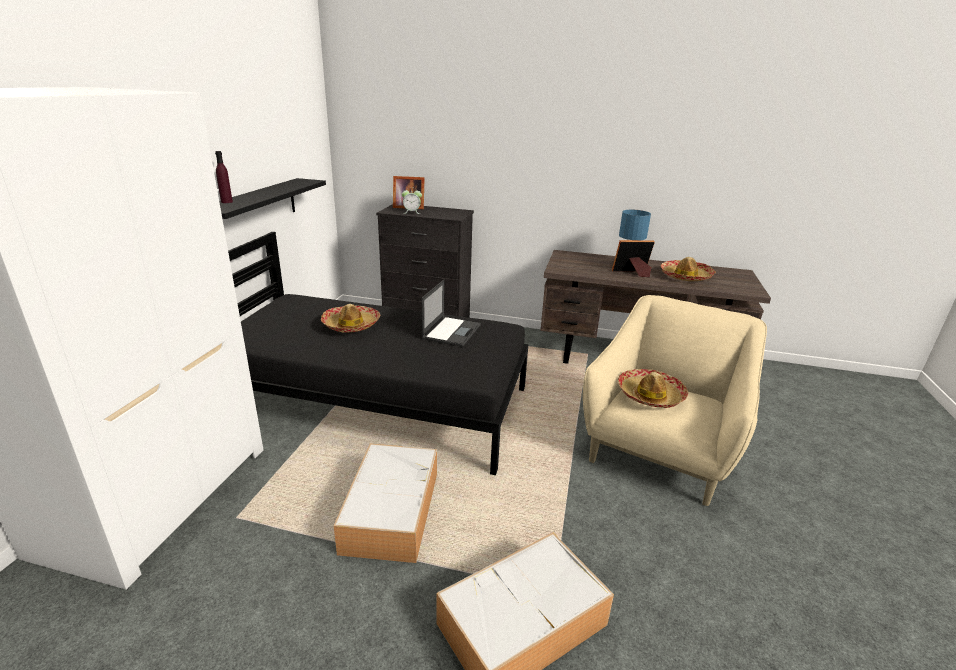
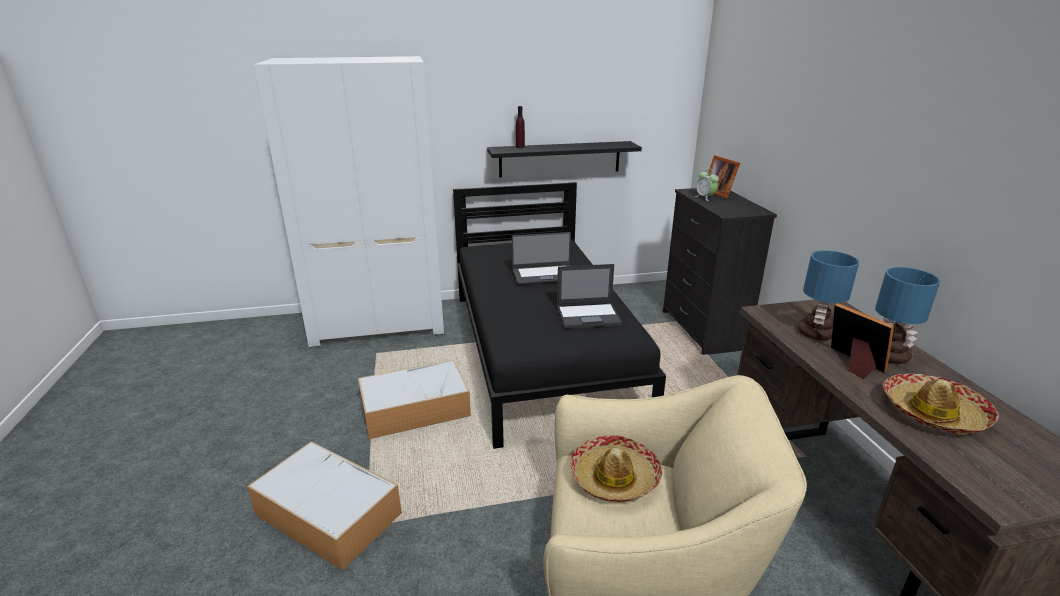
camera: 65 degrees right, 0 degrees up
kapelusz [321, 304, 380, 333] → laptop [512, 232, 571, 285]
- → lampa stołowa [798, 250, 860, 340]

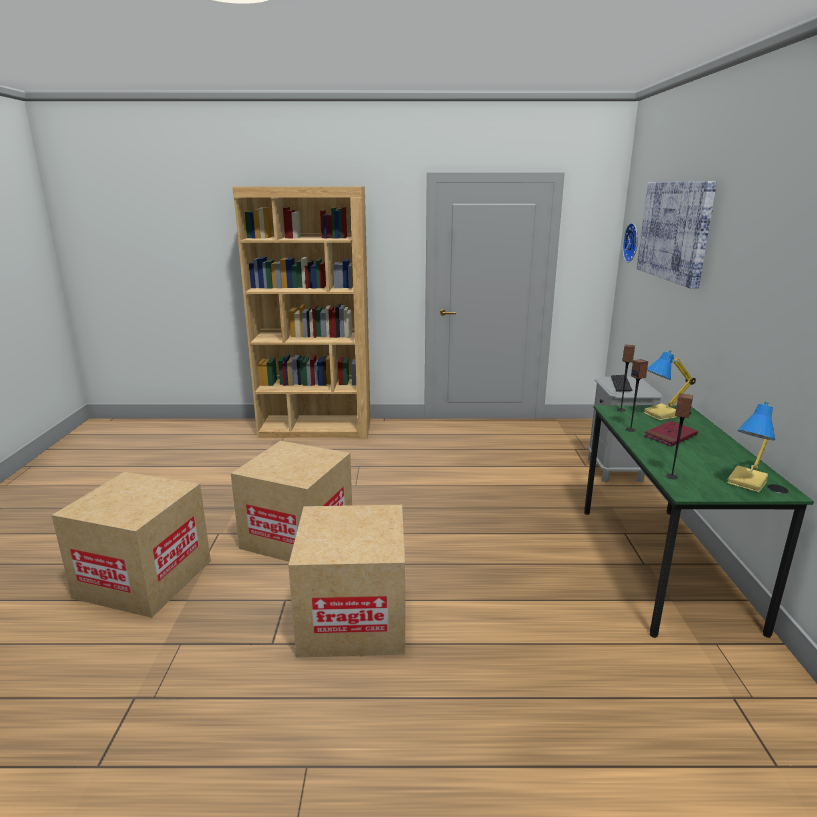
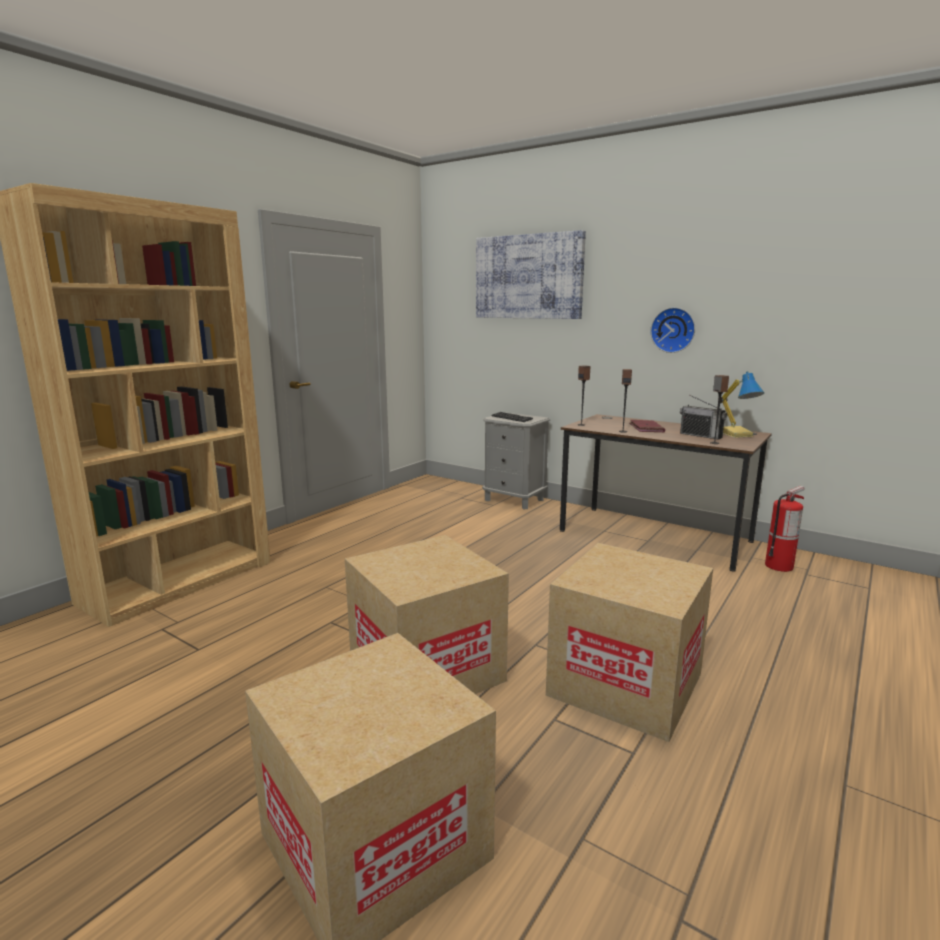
camera: 55 degrees left, 5 degrees down
biurko [zielony] [584, 405, 814, 638] → biurko [brązowy] [560, 414, 772, 572]
zegar ścienny [623, 223, 638, 263] → zegar ścienny [650, 307, 695, 353], moved
- → radio [680, 395, 727, 440]
- → gaśnica [765, 486, 805, 572]
lampa stołowa [643, 350, 696, 420] → -

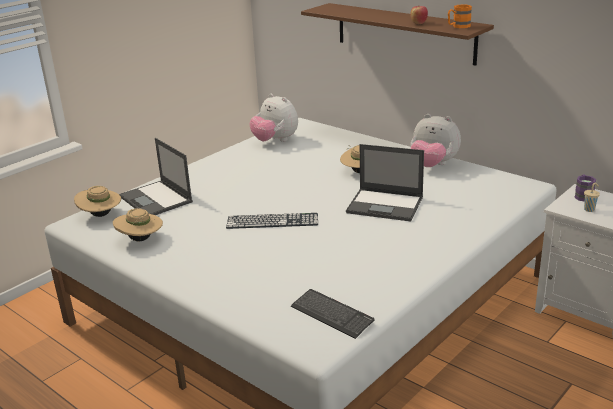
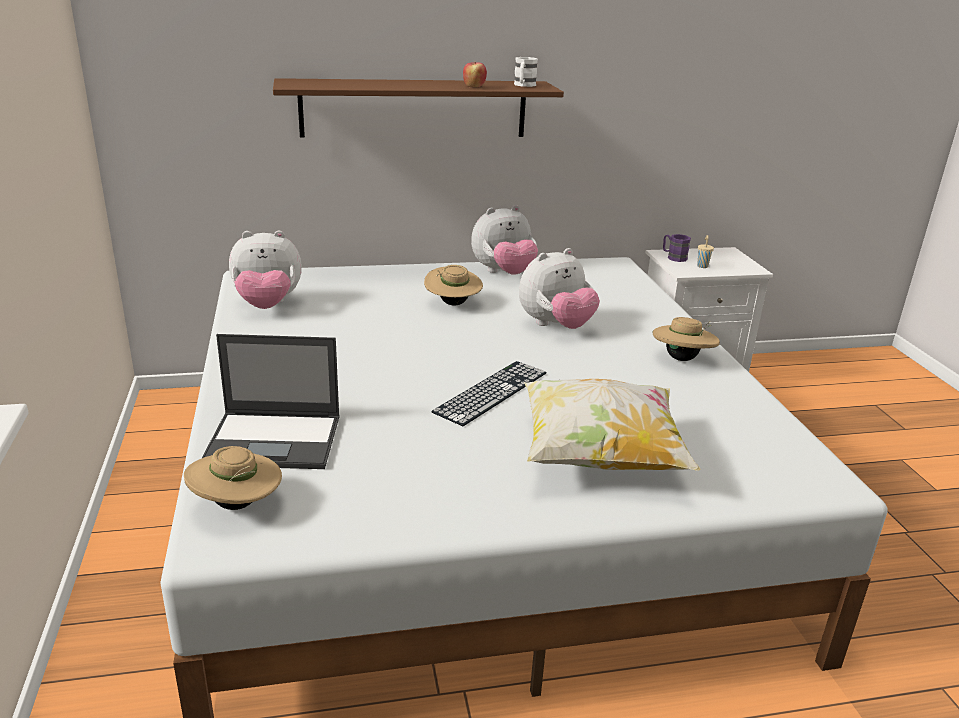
camera: 55 degrees left, 0 degrees up
kubek [pomarańczowy] [448, 4, 472, 28] → kubek [biały] [514, 57, 538, 87]
laptop [346, 144, 424, 221] → pluszak [519, 248, 600, 329]
- → poduszka [524, 379, 700, 471]
kapelusz [beżowy] [113, 208, 163, 241] → kapelusz [beżowy] [653, 317, 720, 361], moved
klawiatura [291, 289, 375, 339] → -

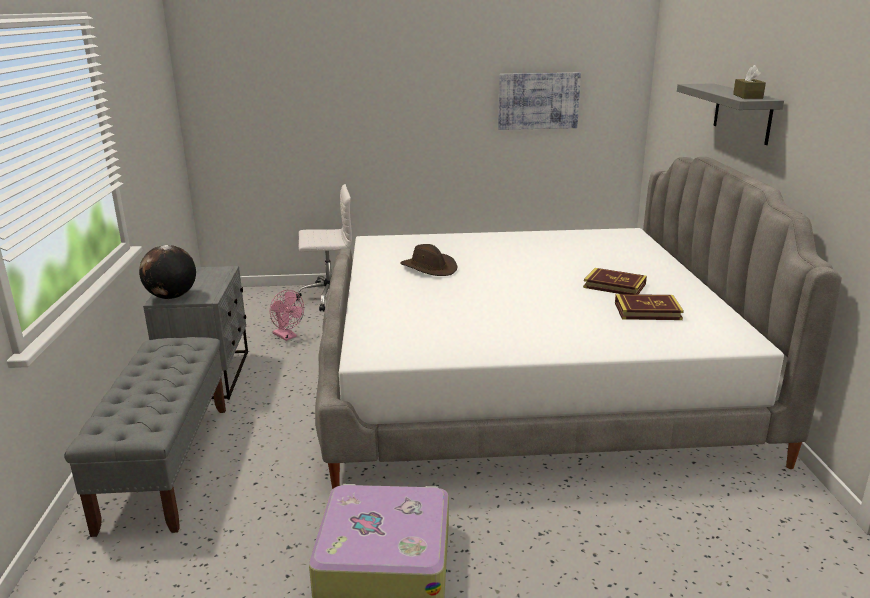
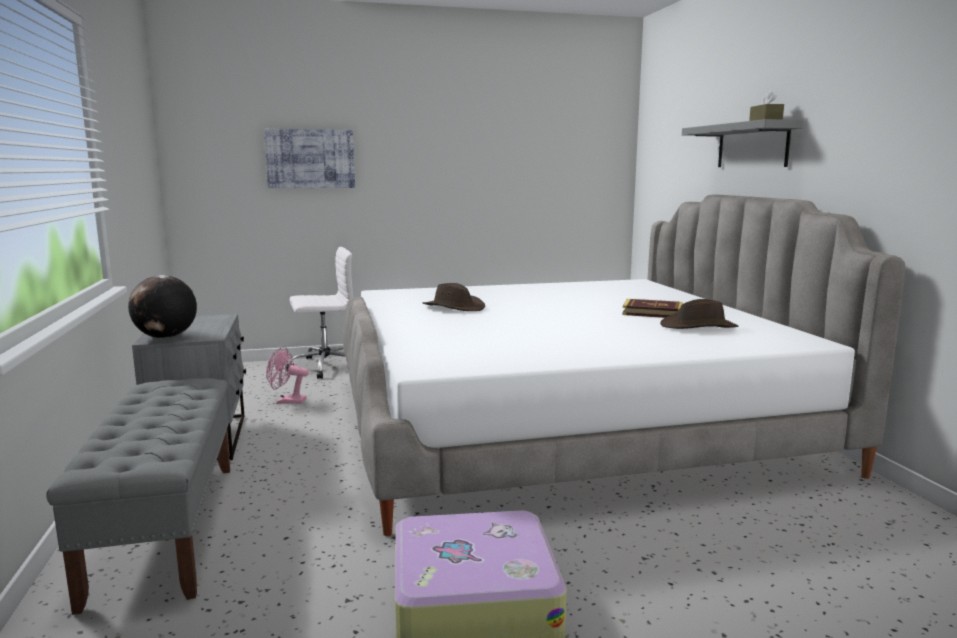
camera: 10 degrees left, 10 degrees down
obraz [498, 73, 581, 130] → obraz [264, 129, 355, 188], moved
wentylator [różowy] [270, 290, 304, 341] → wentylator [różowy] [266, 346, 309, 404], 150 degrees clockwise
książka [615, 294, 684, 320] → kapelusz [brązowy] [660, 299, 738, 329]

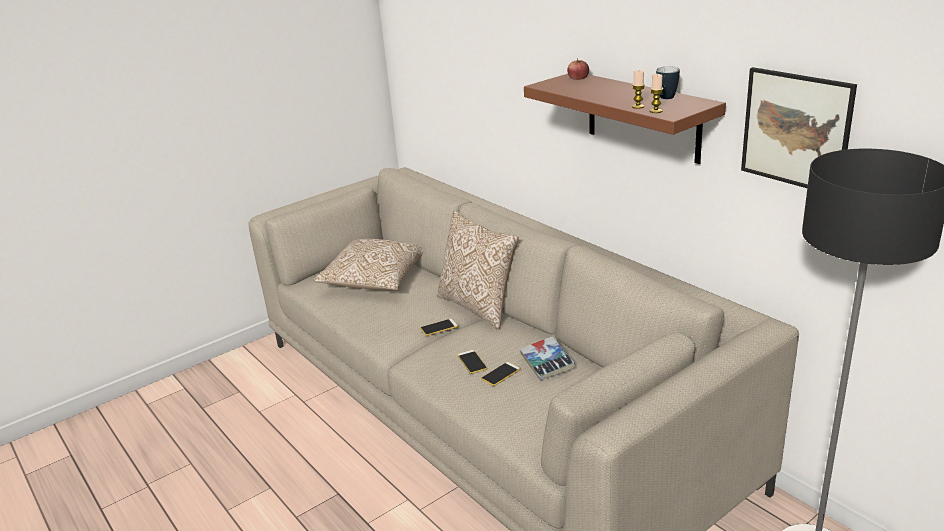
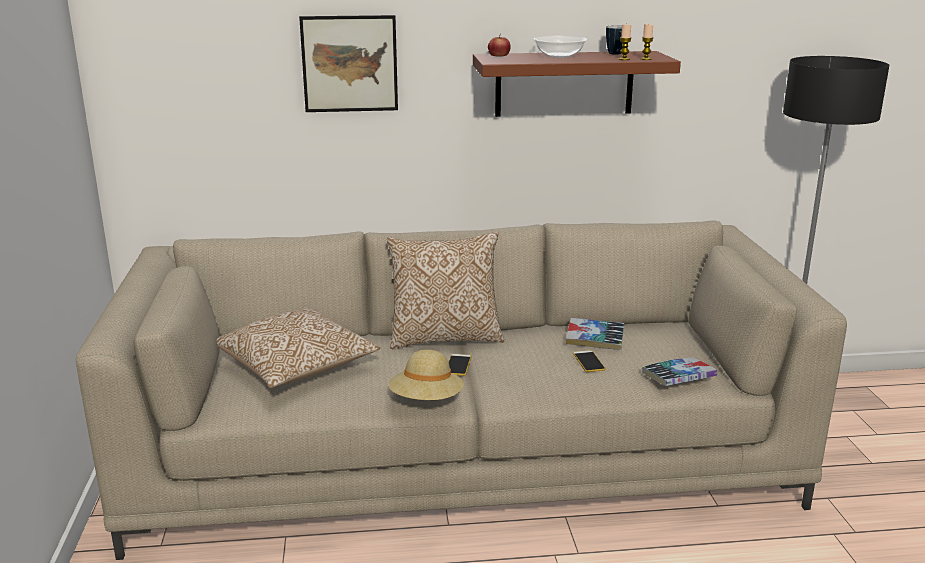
camera: 60 degrees left, 5 degrees down
obraz [741, 67, 857, 188] → obraz [299, 15, 398, 112], moved
- → kapelusz [beżowy] [389, 350, 464, 400]
- → miska [533, 35, 587, 58]
- → książka [642, 357, 717, 386]
telefon [457, 350, 487, 374] → -

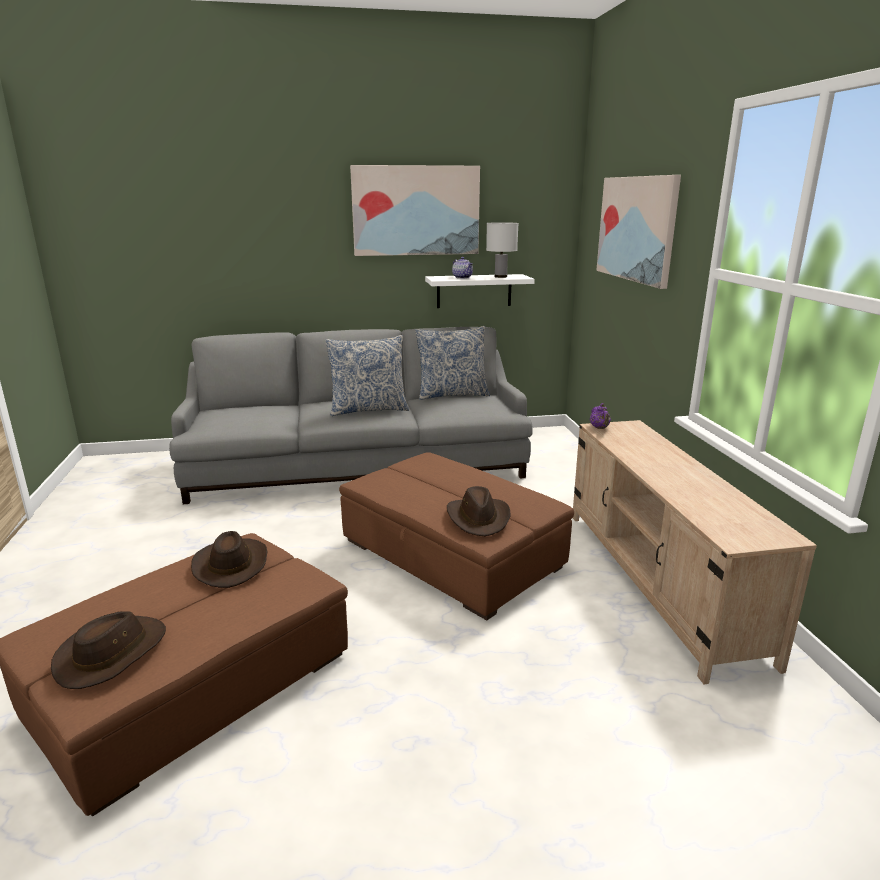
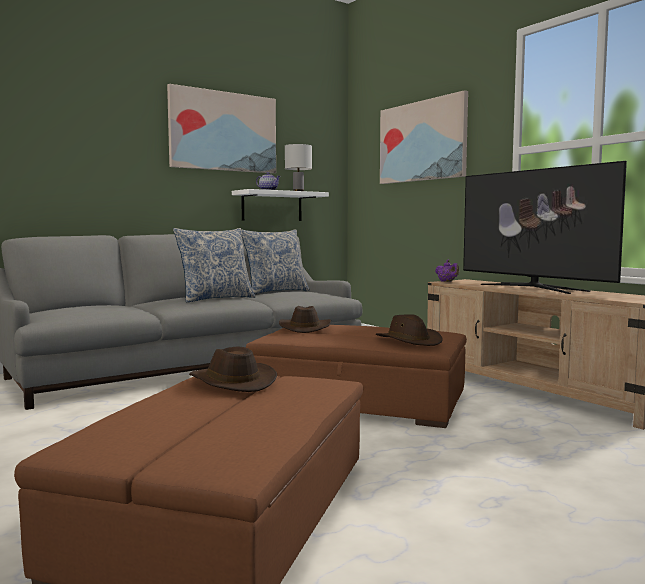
camera: 25 degrees left, 15 degrees down
kapelusz [brązowy] [51, 611, 166, 689] → kapelusz [brązowy] [279, 306, 331, 333], moved
- → telewizor [463, 161, 627, 294]

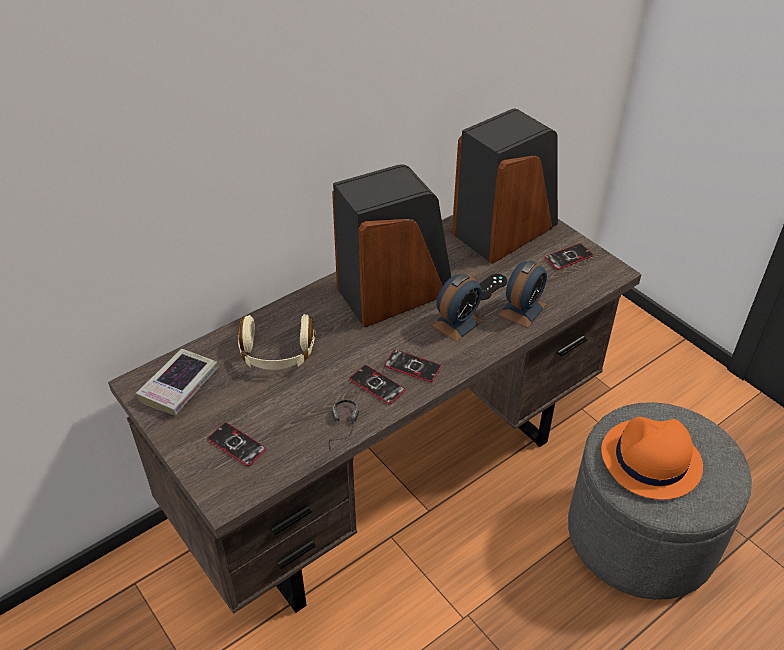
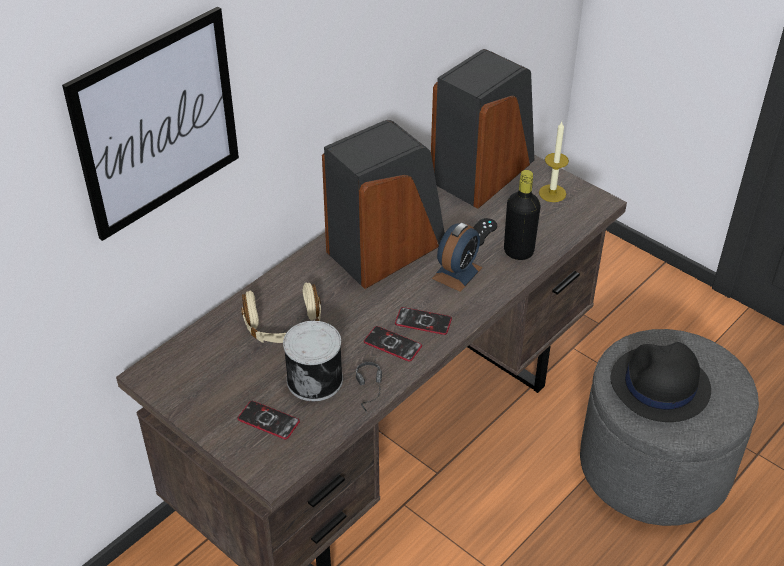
camera: 10 degrees left, 0 degrees up
- → obraz [62, 6, 239, 241]
- → puszka [283, 321, 343, 401]
budzik [499, 260, 547, 328] → butelka [czarny] [504, 170, 541, 260]
telefon [544, 243, 593, 270] → świeca [539, 122, 569, 202]
kapelusz [pomarańczowy] [601, 417, 703, 500] → kapelusz [czarny] [611, 342, 711, 422]
książka [136, 349, 219, 415] → -

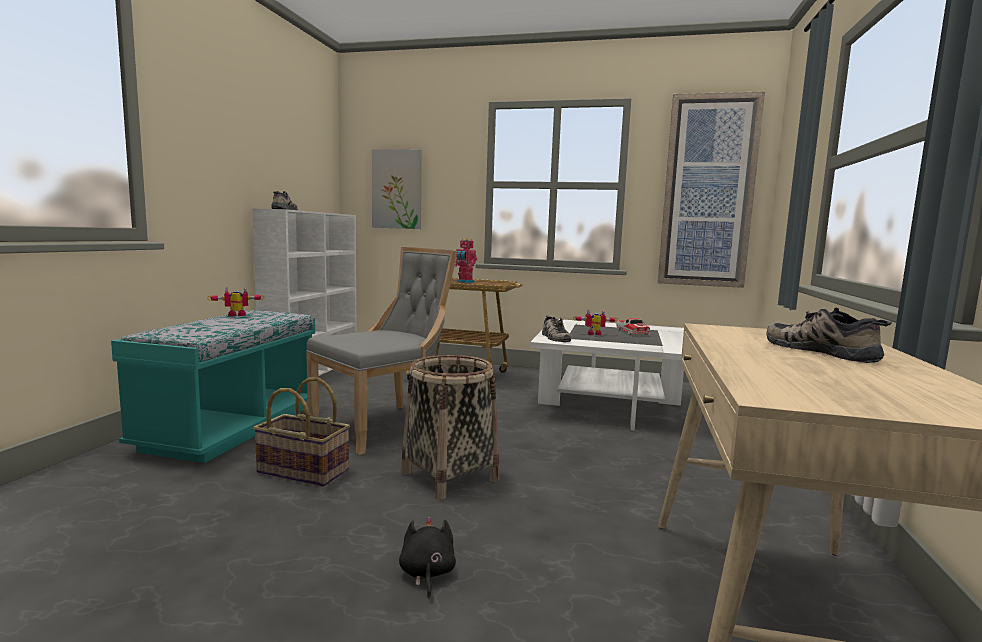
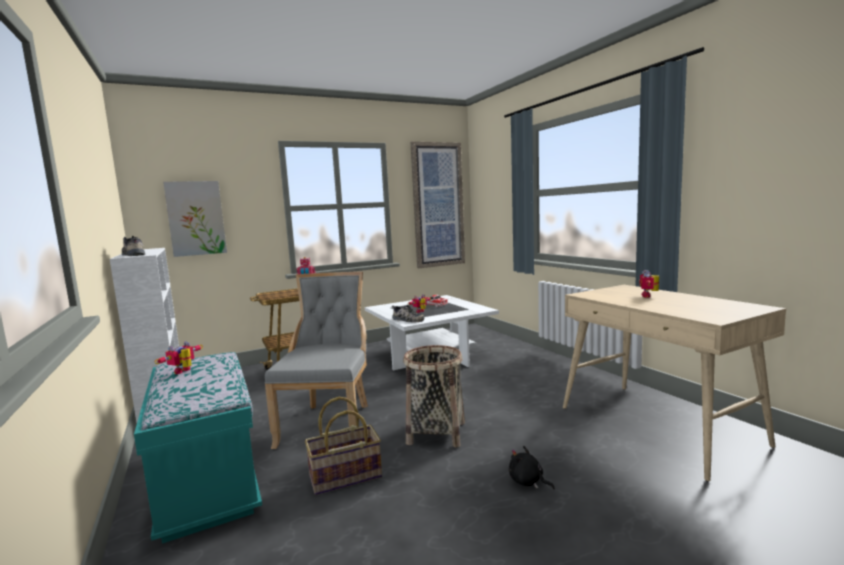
camera: 40 degrees left, 0 degrees up
but [766, 308, 892, 363] → robot zabawkowy [639, 270, 659, 298]

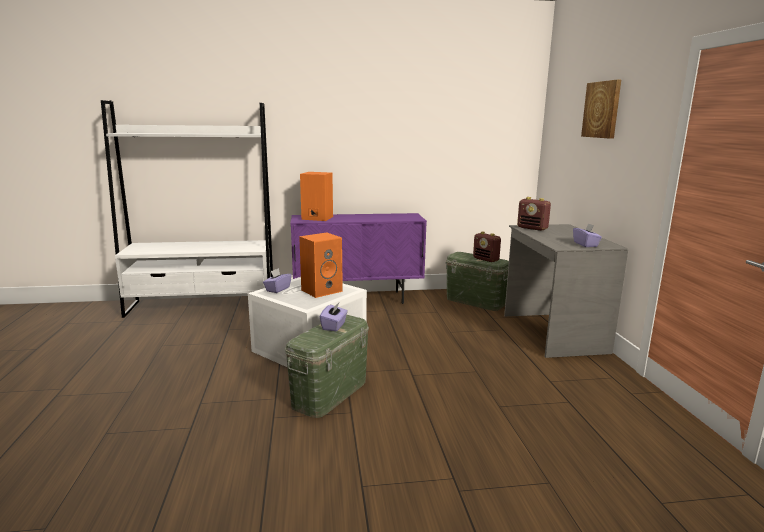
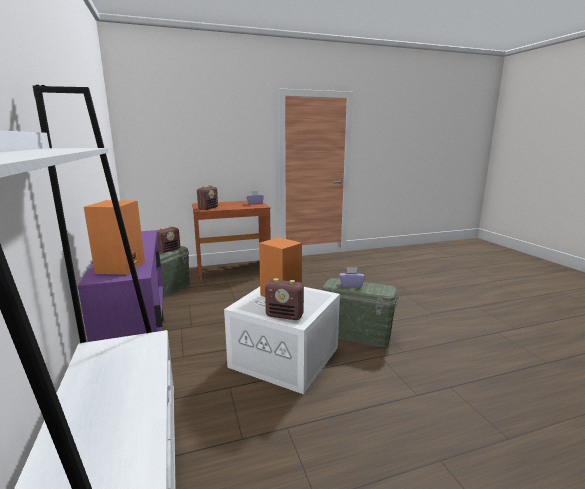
camera: 100 degrees left, 0 degrees up
biurko [szary] [504, 224, 628, 358] → biurko [brązowy] [192, 201, 271, 282]
pudełko chusteczek [fioletowy] [263, 268, 292, 293] → radio [265, 278, 304, 320]
obraz [581, 80, 621, 139] → -

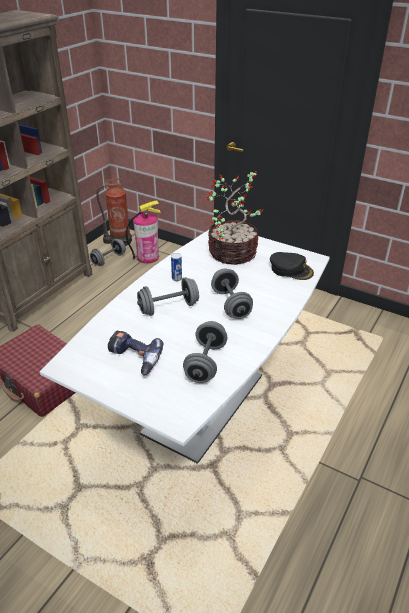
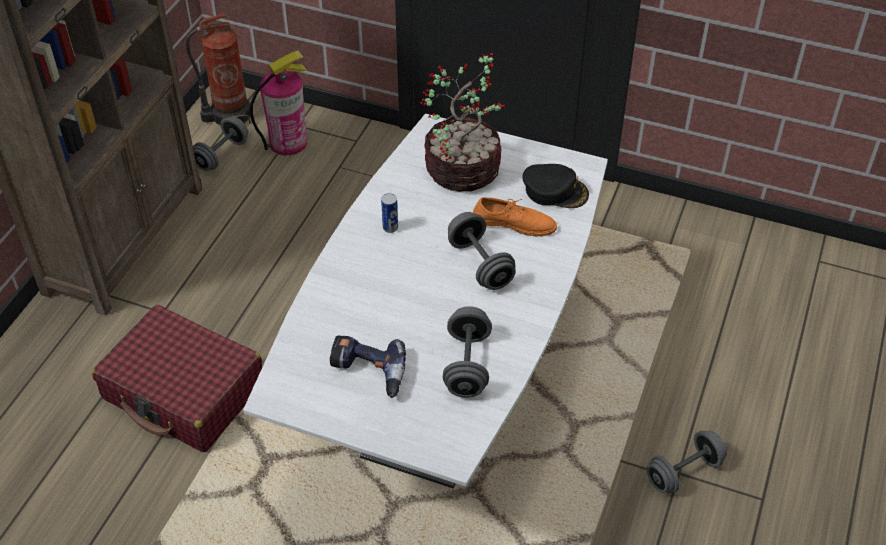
camera: 10 degrees left, 10 degrees up
- → but [pomarańczowy] [473, 197, 557, 236]
hantel [szary] [137, 277, 199, 316] → hantel [szary] [647, 431, 727, 493], moved

